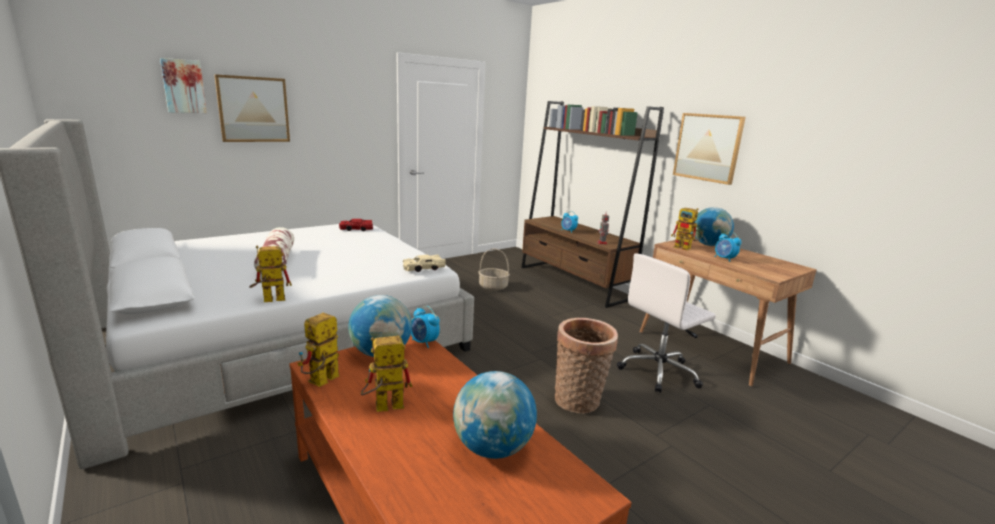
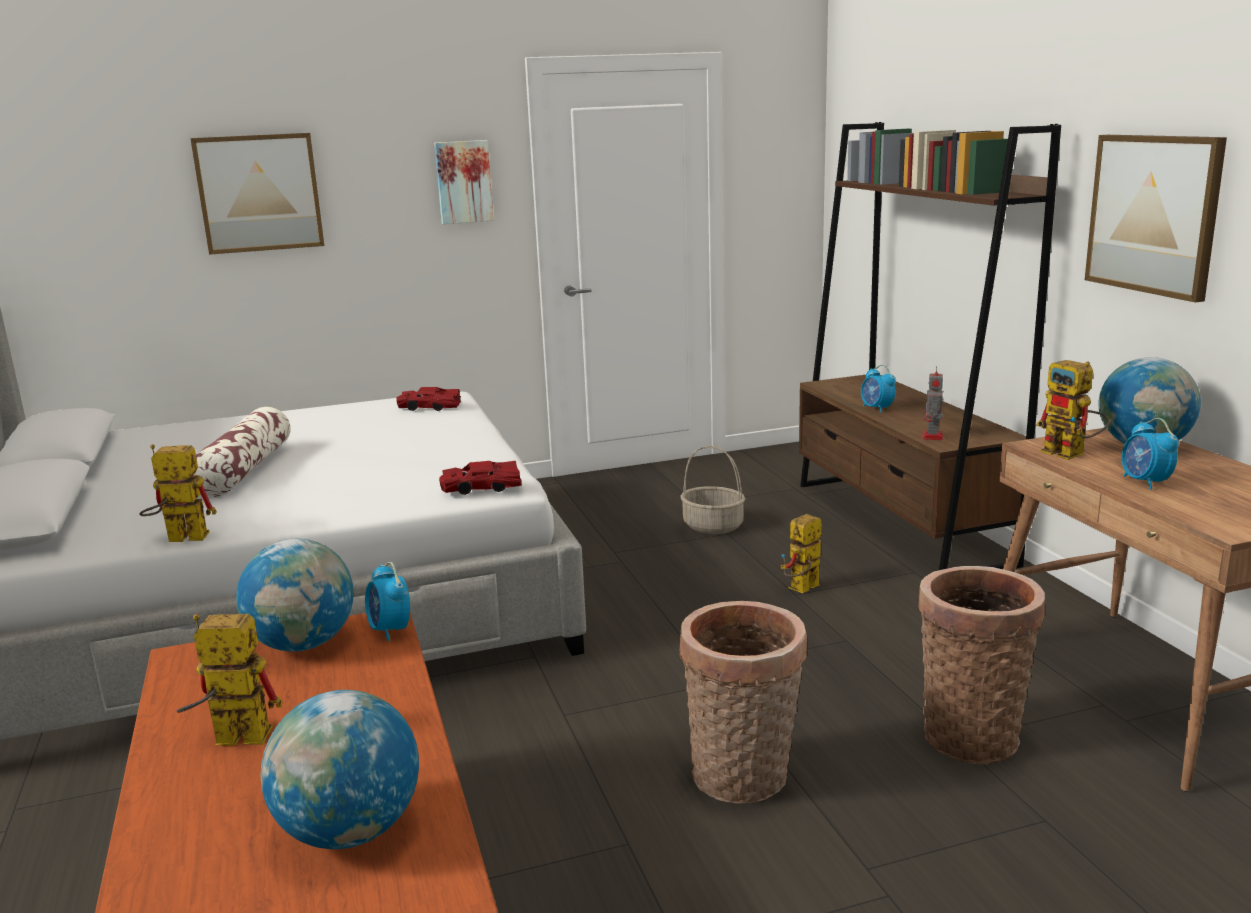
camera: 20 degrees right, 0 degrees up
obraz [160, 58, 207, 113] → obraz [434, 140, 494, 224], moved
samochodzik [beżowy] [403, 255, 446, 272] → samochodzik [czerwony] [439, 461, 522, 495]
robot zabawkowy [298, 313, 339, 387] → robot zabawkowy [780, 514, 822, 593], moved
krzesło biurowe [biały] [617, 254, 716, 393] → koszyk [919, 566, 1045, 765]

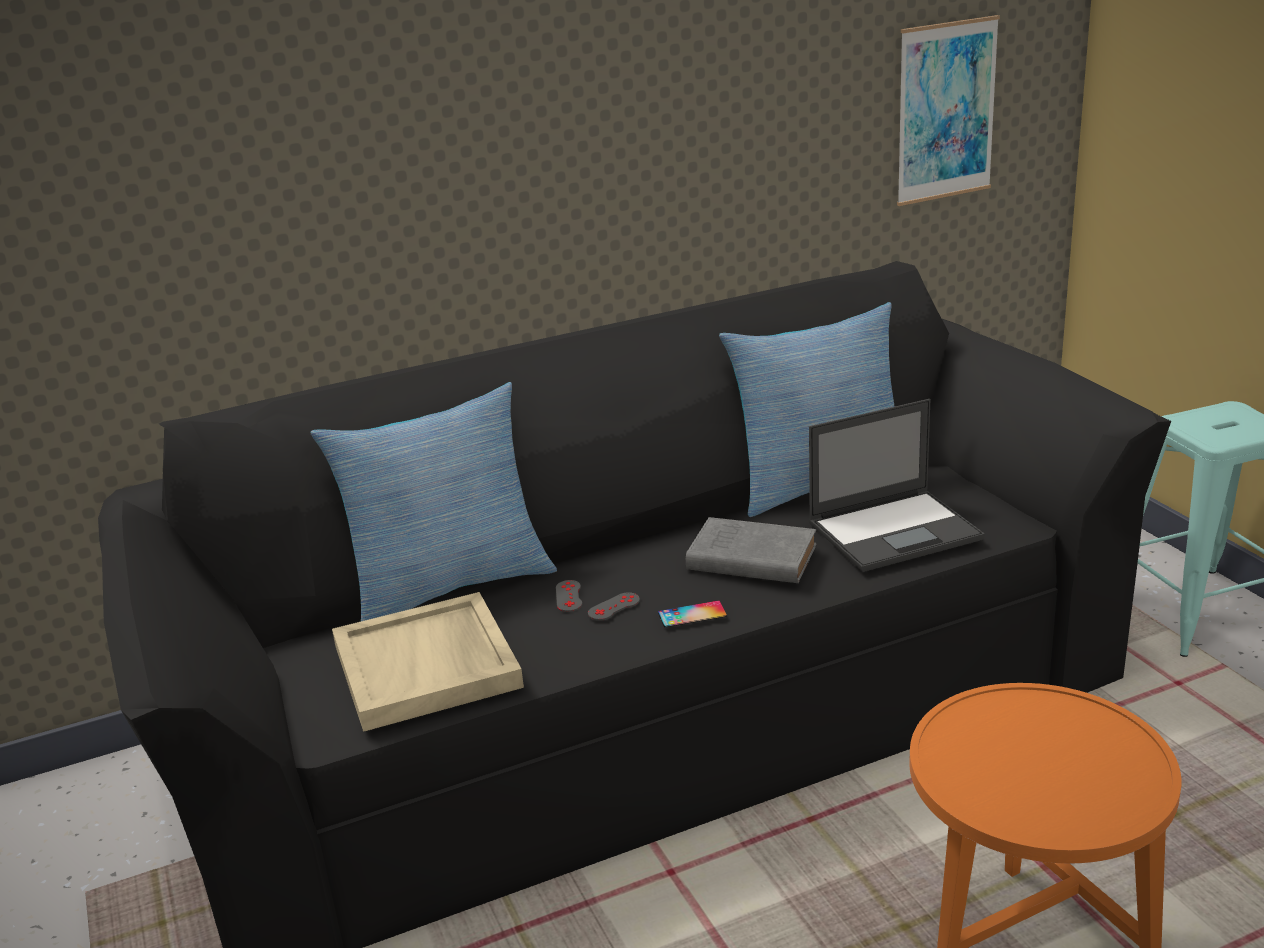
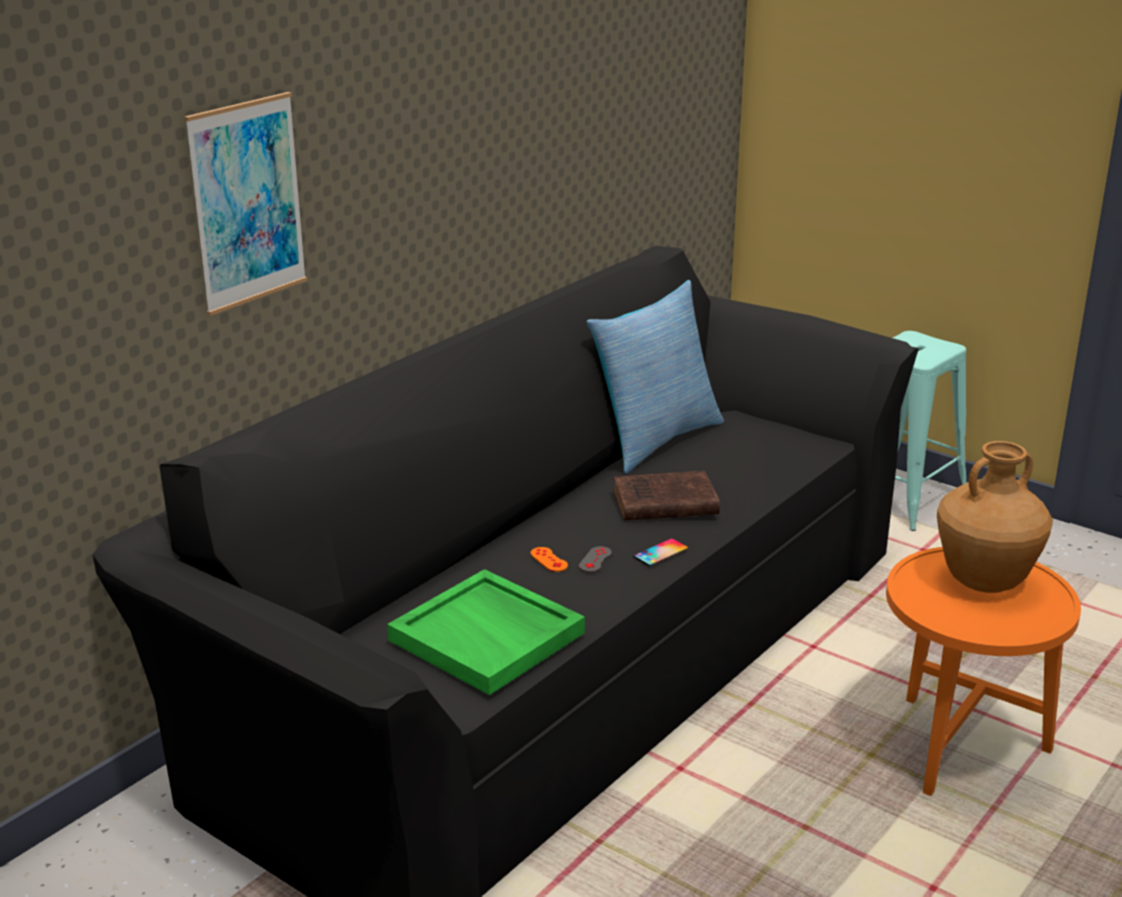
camera: 30 degrees left, 0 degrees up
obraz [897, 15, 1000, 206] → obraz [184, 92, 307, 316], moved
taca [beżowy] [332, 592, 524, 732] → taca [zielony] [387, 569, 585, 695]
pad do gier [szary] [556, 580, 582, 612] → pad do gier [pomarańczowy] [530, 547, 568, 572]
książka [szary] [686, 517, 816, 583] → książka [brązowy] [613, 471, 720, 521]
- → wazon [brązowy] [937, 441, 1053, 593]
poduszka [310, 382, 557, 621] → -
laptop [809, 399, 985, 572] → -

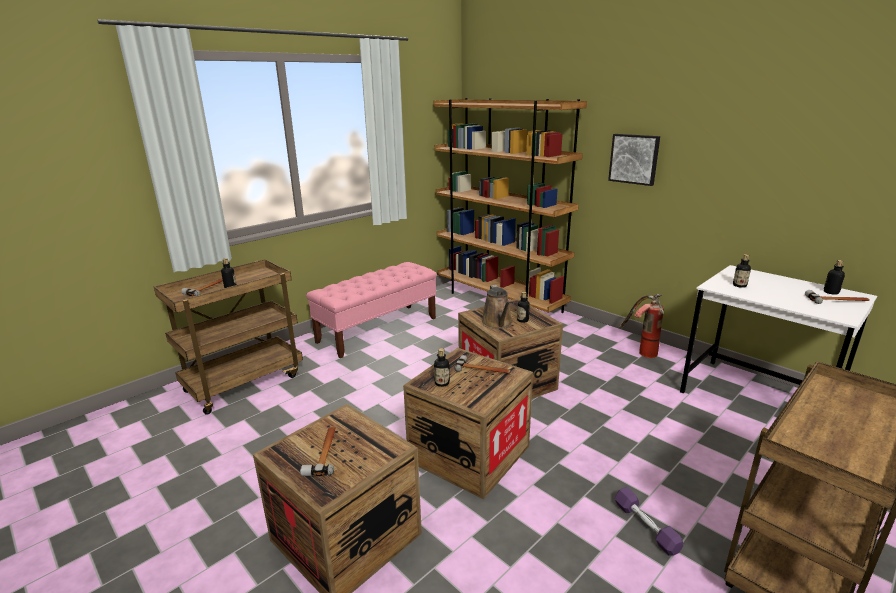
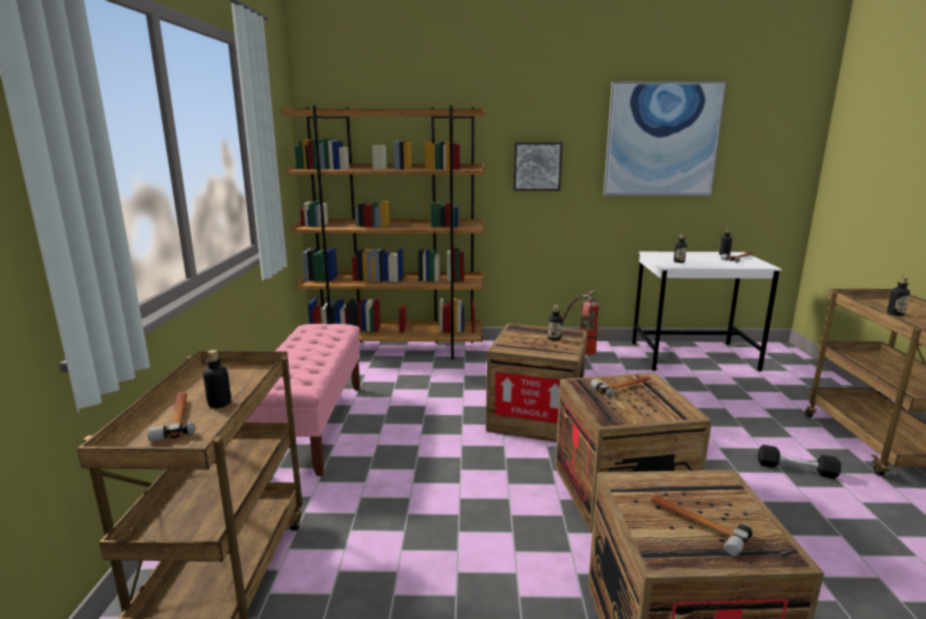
camera: 45 degrees left, 5 degrees down
- → obraz [603, 81, 726, 196]
hantel [fioletowy] [614, 487, 683, 556] → hantel [czarny] [758, 445, 841, 479]
butelka [434, 348, 450, 387] → butelka [887, 277, 910, 316], moved
konewka [brązowy] [481, 285, 513, 329] → -

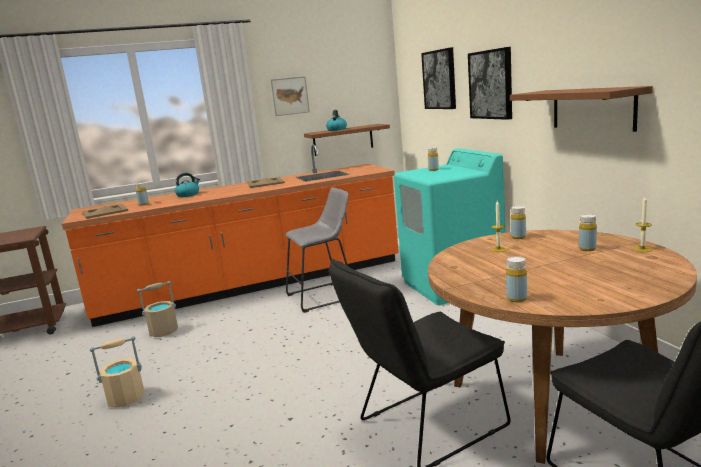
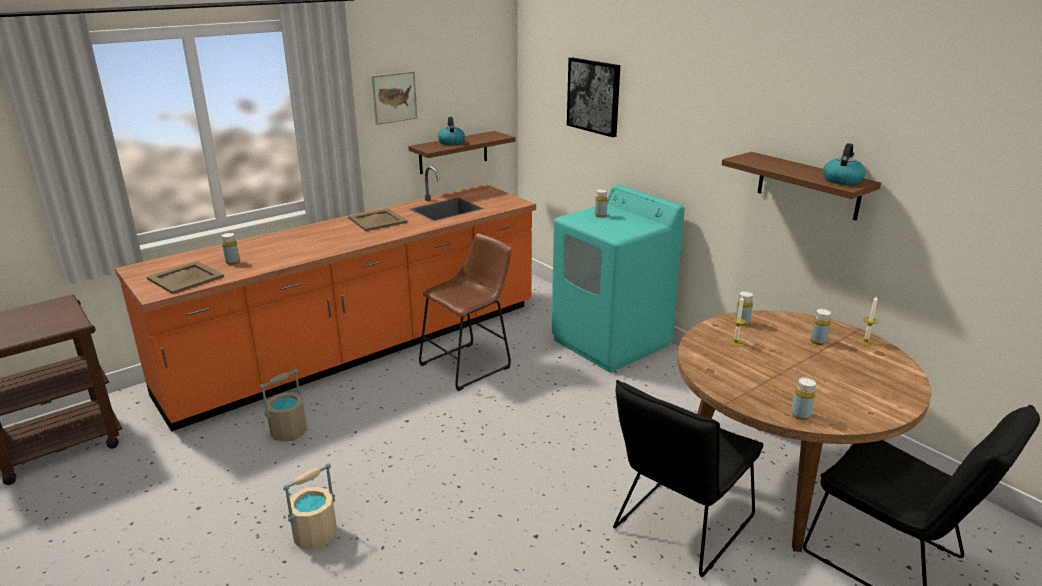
camera: 20 degrees left, 10 degrees up
stołek [szary] [286, 187, 349, 313] → stołek [brązowy] [419, 233, 512, 391]
czajnik [175, 173, 200, 197] → czajnik [823, 143, 865, 185], moved
obraz [468, 47, 512, 120] → -

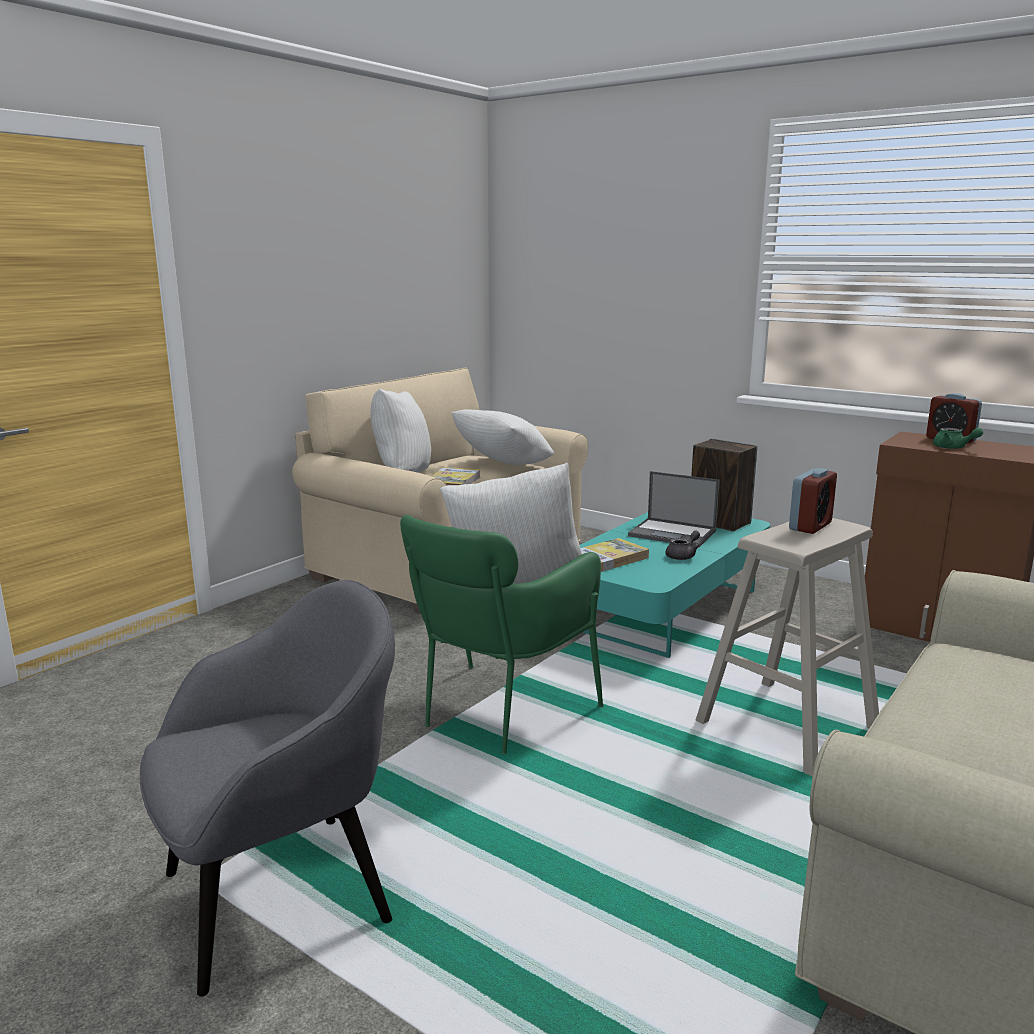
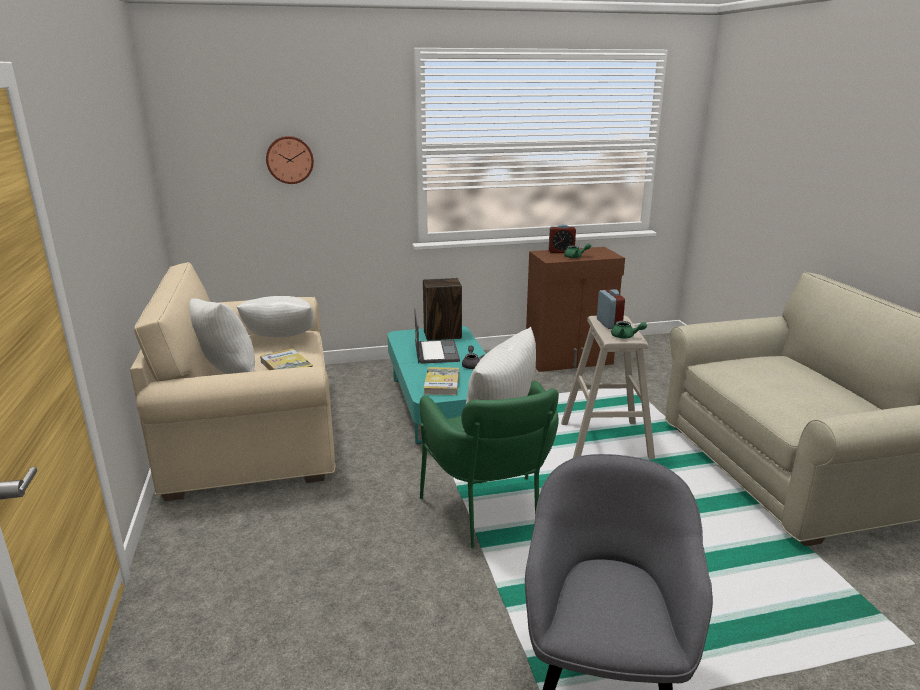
camera: 50 degrees left, 5 degrees up
- → zegar ścienny [266, 136, 314, 184]
laptop [628, 471, 720, 547] → laptop [415, 308, 460, 364], 75 degrees counterclockwise
- → imbryk [zielony] [611, 321, 647, 339]

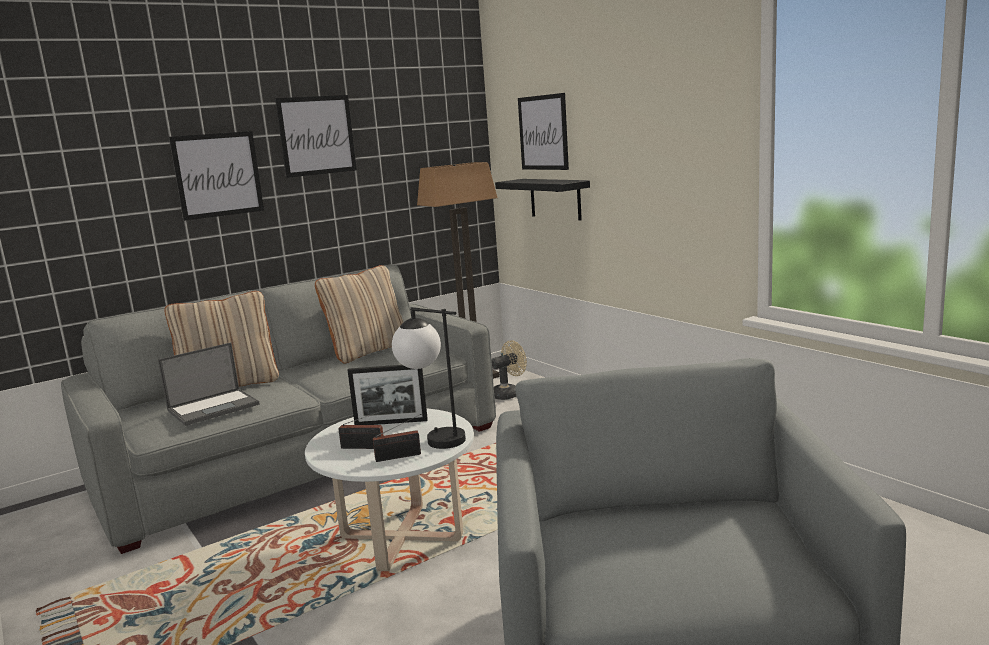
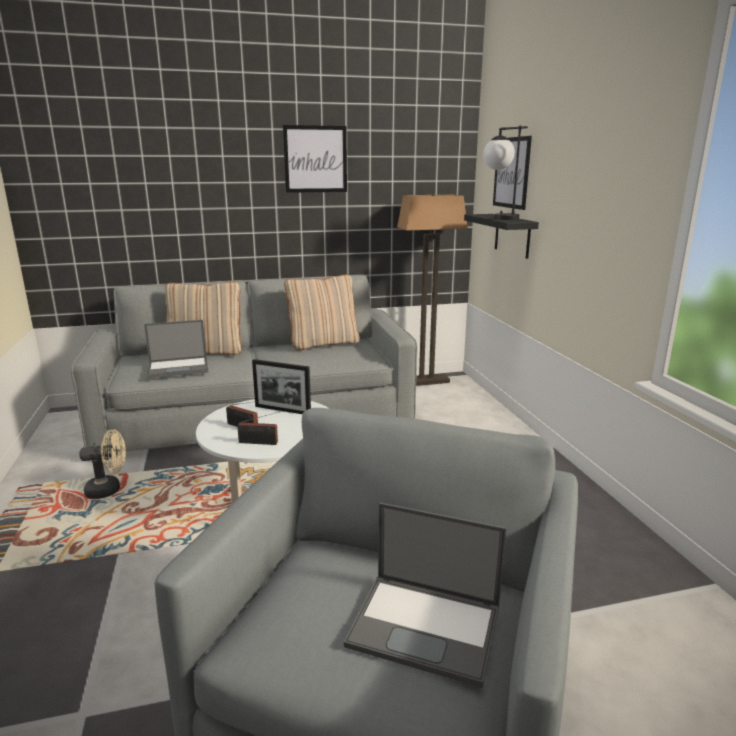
camera: 20 degrees right, 5 degrees up
wentylator [beżowy] [492, 340, 527, 400] → wentylator [beżowy] [79, 429, 126, 499], moved
- → laptop [344, 502, 506, 688]
lampa stołowa [392, 307, 466, 449] → lampa stołowa [483, 126, 528, 220], moved
obraz [169, 131, 264, 221] → -

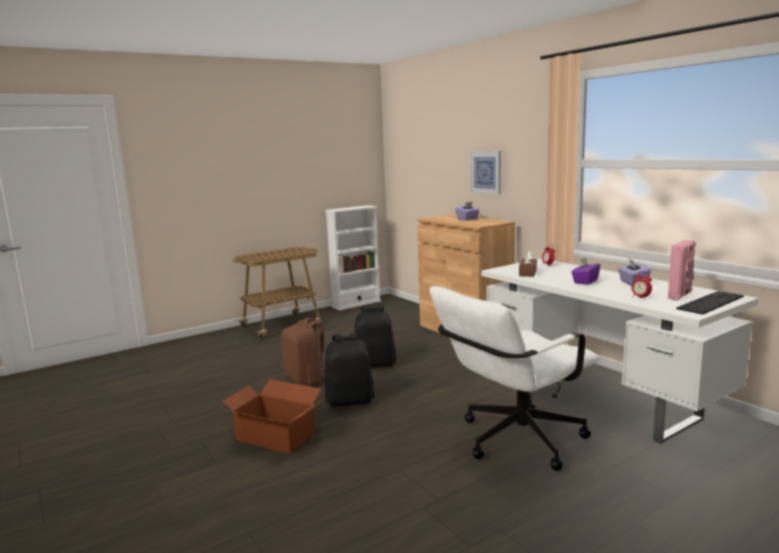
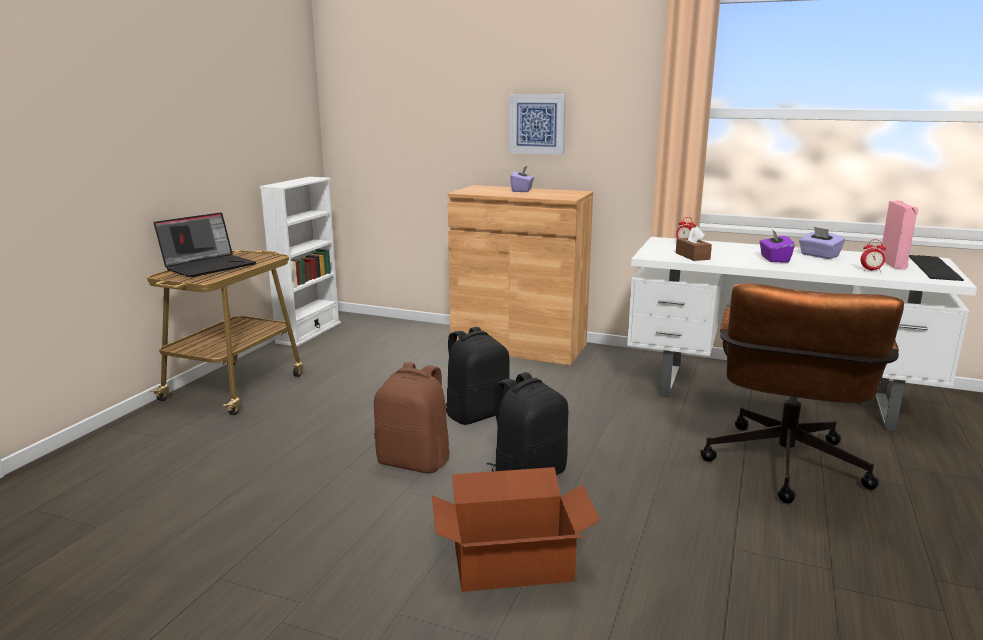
camera: 35 degrees left, 5 degrees up
- → laptop [154, 212, 256, 277]
krzesło biurowe [biały] [430, 286, 600, 471] → krzesło biurowe [brązowy] [701, 283, 904, 504]

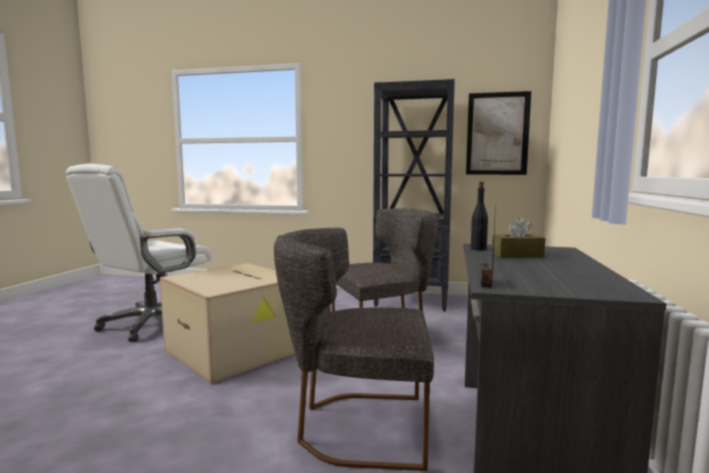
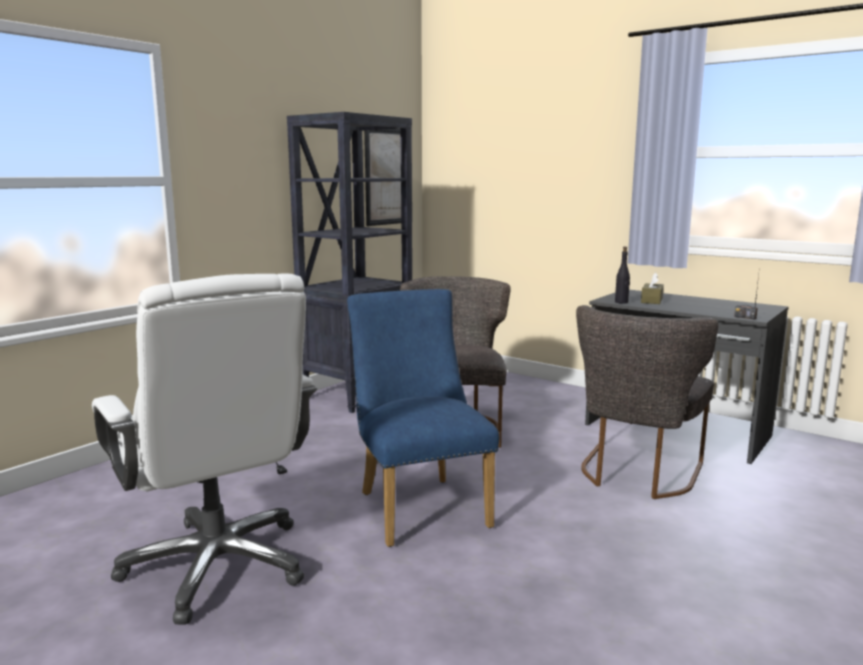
camera: 65 degrees left, 5 degrees up
karton [160, 263, 295, 384] → krzesło [niebieski] [347, 289, 499, 547]

